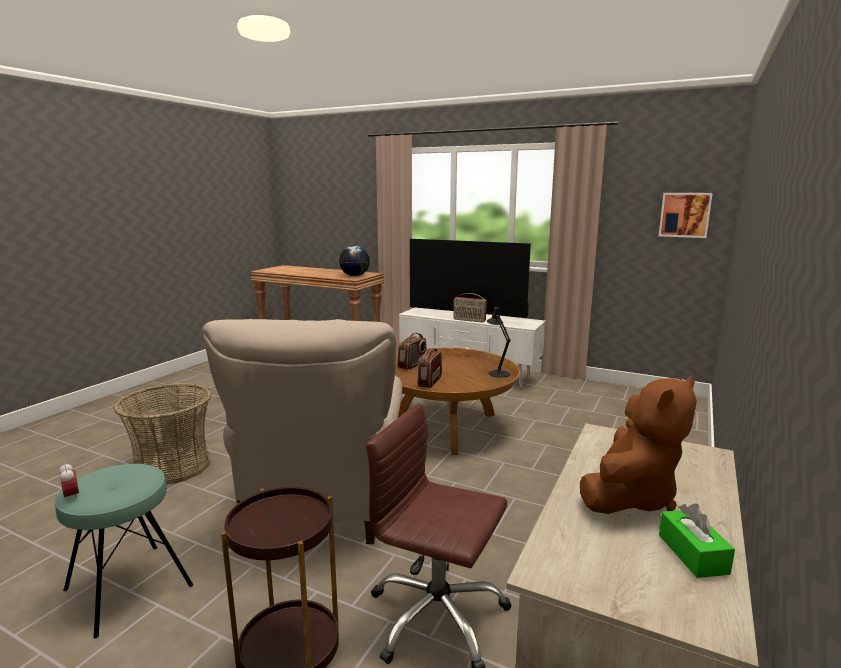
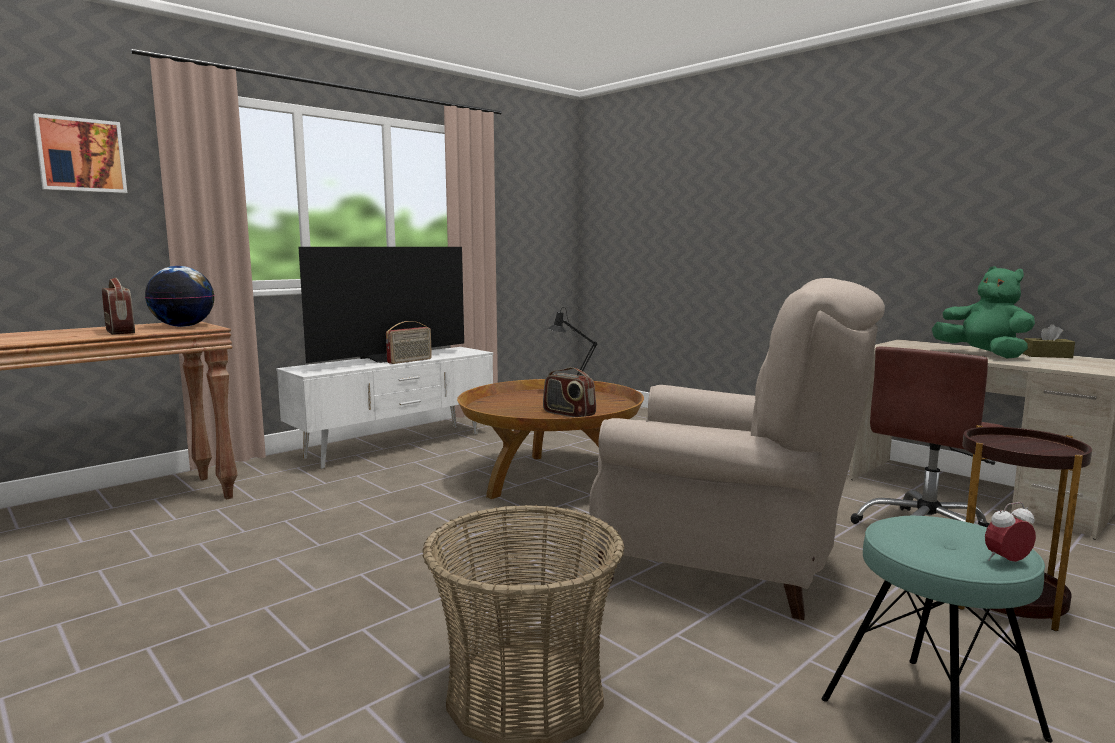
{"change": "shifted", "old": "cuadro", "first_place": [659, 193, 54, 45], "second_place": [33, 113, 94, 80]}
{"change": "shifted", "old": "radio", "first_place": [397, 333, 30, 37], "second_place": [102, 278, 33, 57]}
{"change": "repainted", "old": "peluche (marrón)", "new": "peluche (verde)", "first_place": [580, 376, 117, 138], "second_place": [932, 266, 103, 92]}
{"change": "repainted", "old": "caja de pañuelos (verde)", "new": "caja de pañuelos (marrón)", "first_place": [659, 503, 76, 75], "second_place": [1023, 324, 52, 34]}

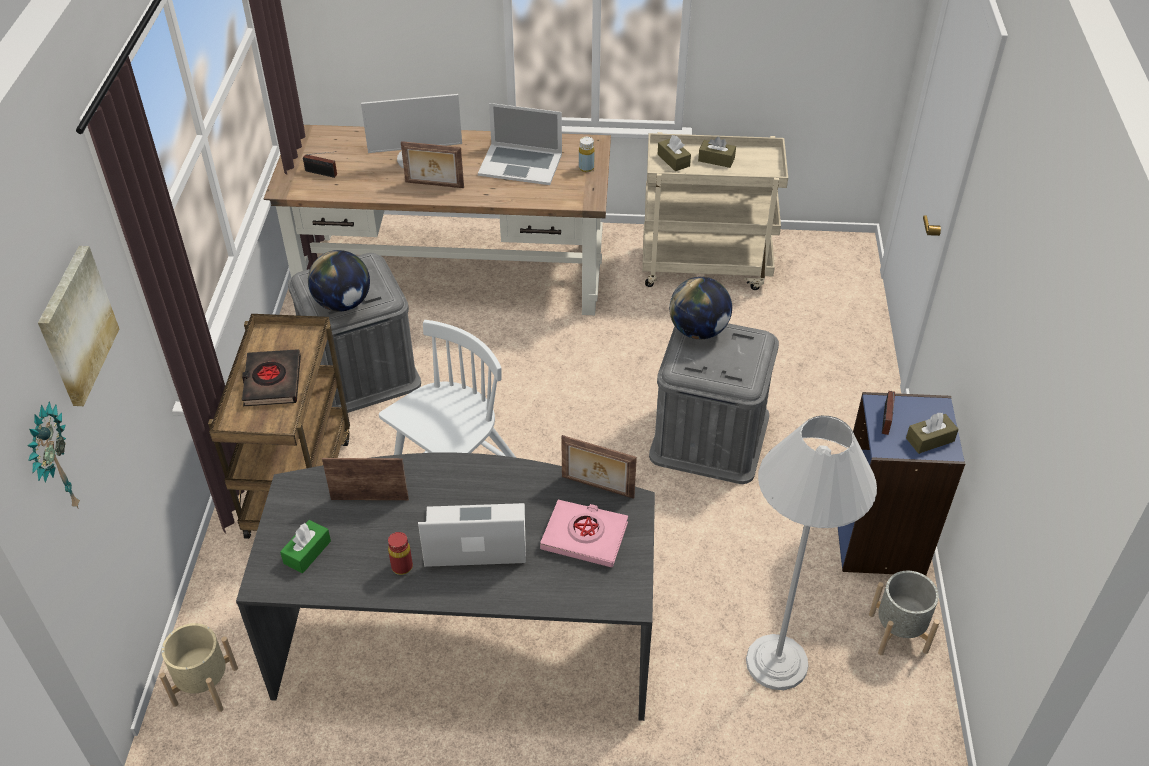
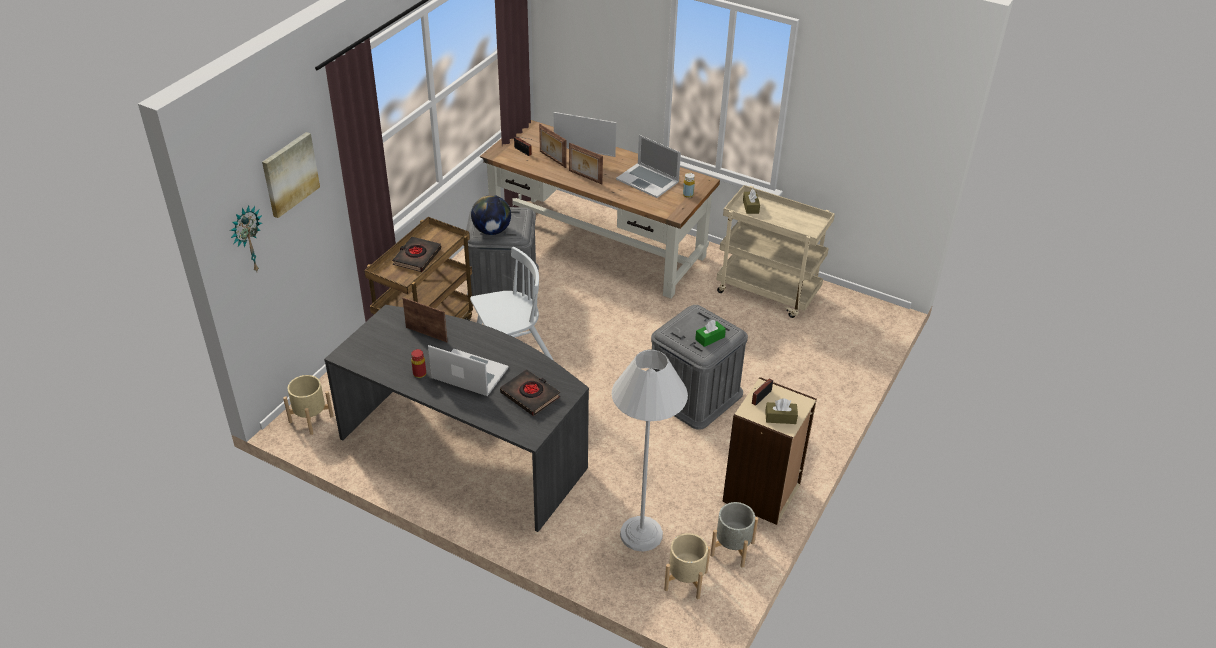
{"change": "gone", "old": "caja de pañuelos (marrón)", "first_place": [698, 136, 38, 32]}
{"change": "gone", "old": "globo terráqueo", "first_place": [669, 277, 63, 62]}
{"change": "repainted", "old": "estantería (azul)", "new": "estantería (beis)", "first_place": [838, 392, 127, 184], "second_place": [722, 377, 95, 148]}
{"change": "shifted", "old": "portarretratos", "first_place": [561, 435, 76, 64], "second_place": [539, 124, 28, 44]}
{"change": "repainted", "old": "libro (rosa)", "new": "libro (negro)", "first_place": [540, 500, 88, 68], "second_place": [500, 370, 60, 46]}
{"change": "shifted", "old": "caja de pañuelos (verde)", "first_place": [280, 520, 51, 53], "second_place": [695, 320, 31, 27]}
{"change": "new", "new": "maceta (beis)", "second_place": [664, 533, 46, 66]}

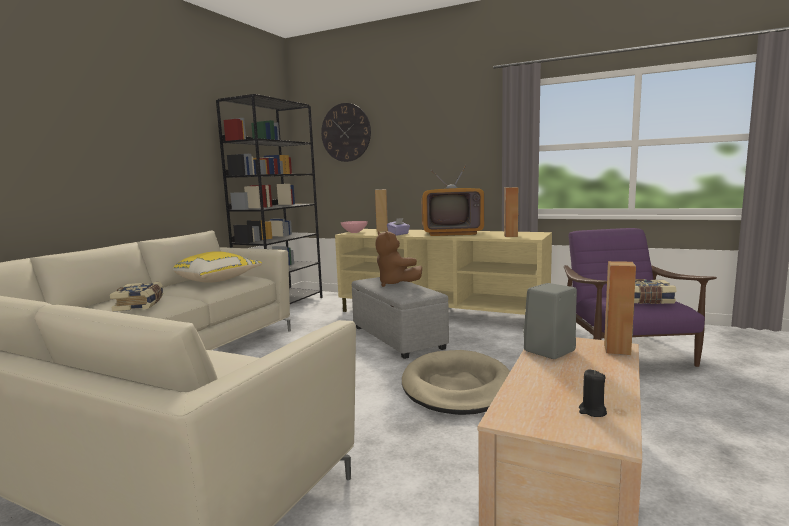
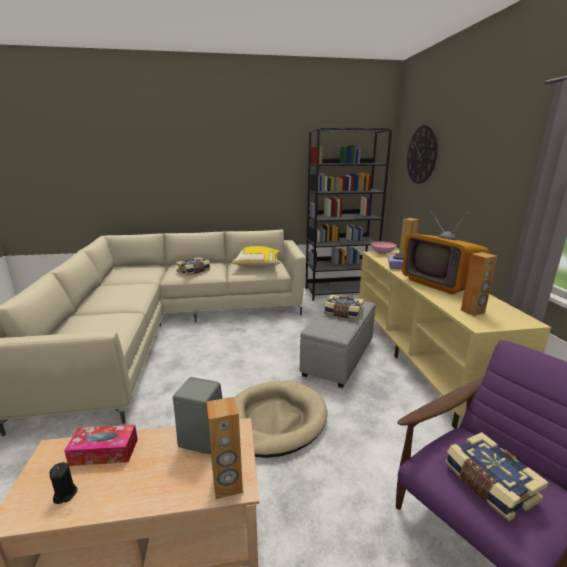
{"change": "swapped", "old": "peluche (marrón)", "new": "libro", "first_place": [375, 231, 47, 56], "second_place": [324, 295, 40, 25]}
{"change": "new", "new": "caja de pañuelos", "second_place": [64, 425, 74, 41]}

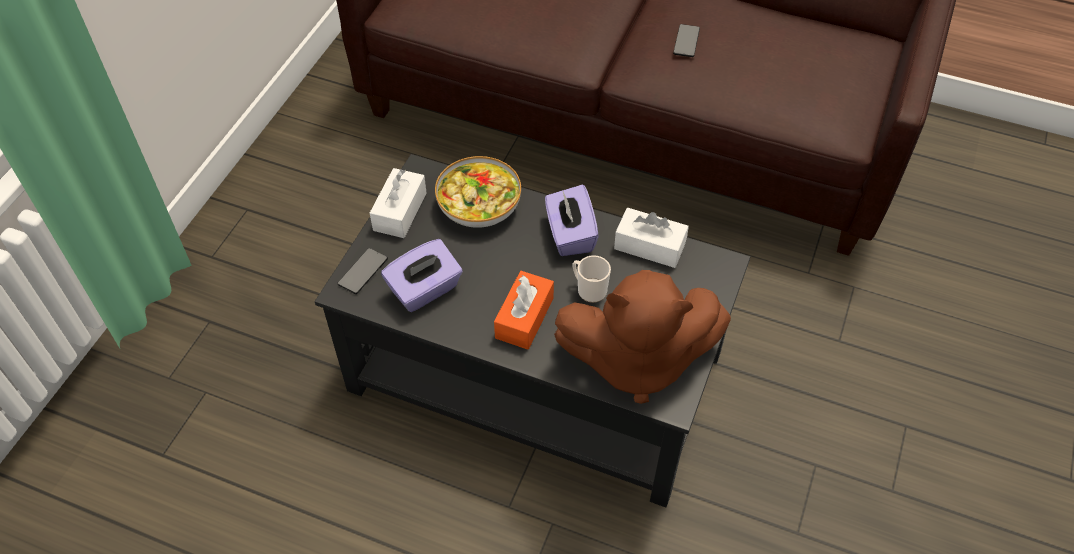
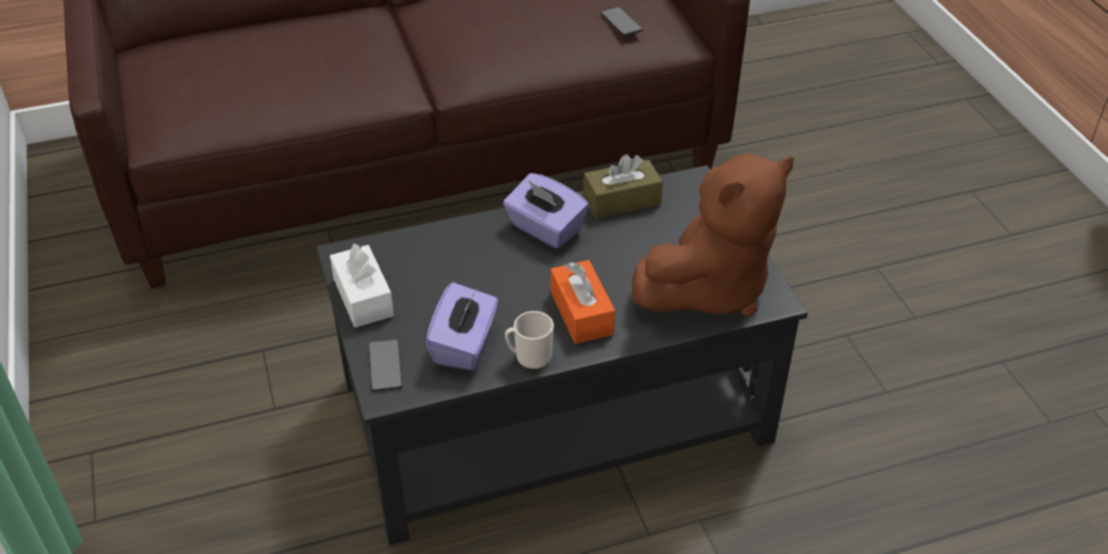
{"change": "shifted", "old": "móvil", "first_place": [673, 24, 27, 33], "second_place": [601, 7, 42, 29]}
{"change": "gone", "old": "cuenco", "first_place": [435, 156, 86, 72]}
{"change": "repainted", "old": "caja de pañuelos (blanco)", "new": "caja de pañuelos (marrón)", "first_place": [614, 208, 75, 60], "second_place": [583, 154, 80, 65]}
{"change": "shifted", "old": "taza grande", "first_place": [573, 255, 38, 48], "second_place": [505, 311, 49, 58]}

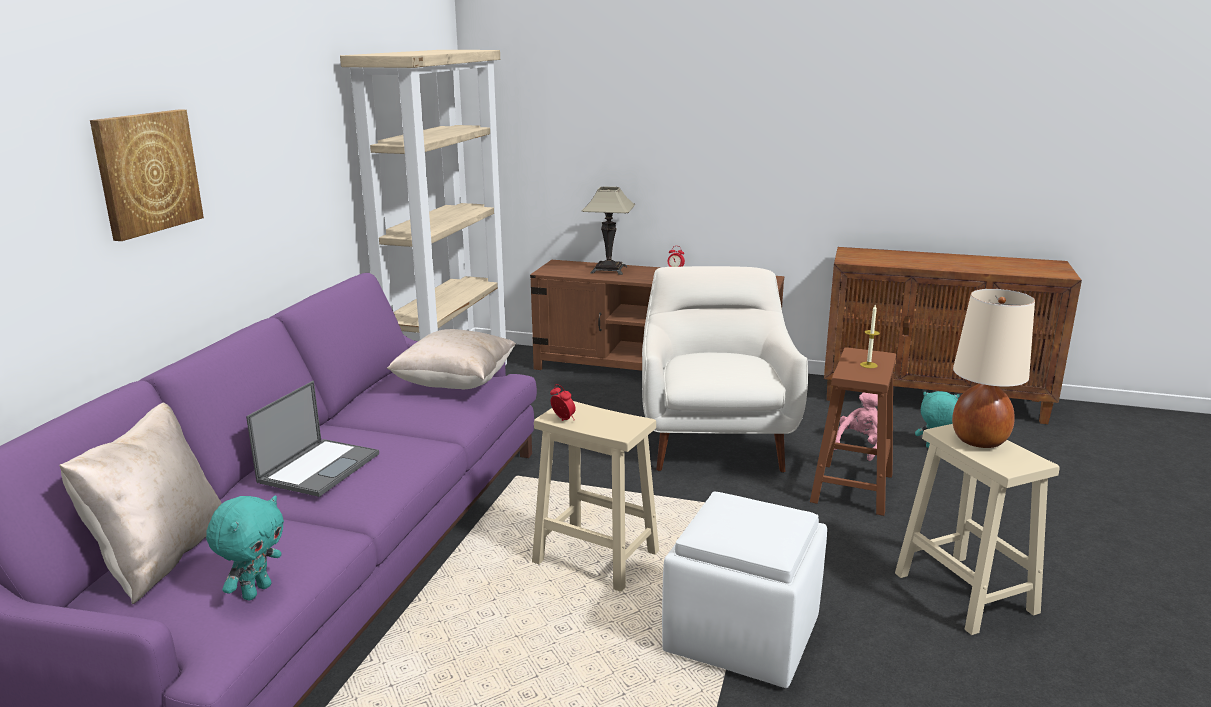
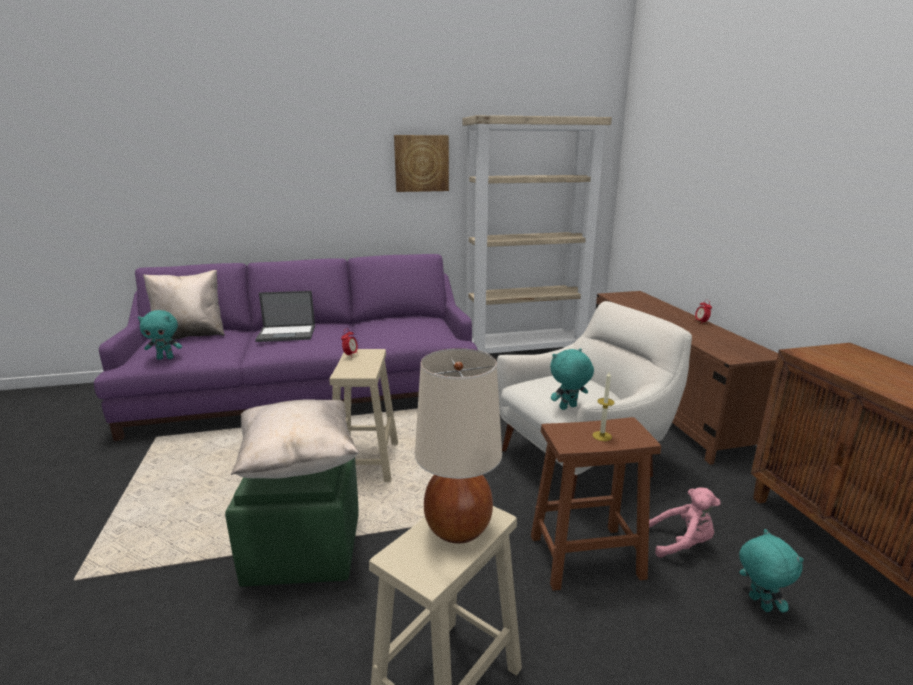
{"change": "shifted", "old": "cuadro", "first_place": [90, 109, 114, 132], "second_place": [394, 135, 55, 57]}
{"change": "gone", "old": "lámpara de mesa", "first_place": [582, 187, 53, 88]}
{"change": "shifted", "old": "cojín (beis)", "first_place": [387, 329, 129, 60], "second_place": [231, 399, 128, 80]}
{"change": "repainted", "old": "puf (blanco)", "new": "puf (verde)", "first_place": [662, 492, 165, 196], "second_place": [225, 458, 134, 129]}
{"change": "new", "new": "peluche (turquesa)", "second_place": [550, 348, 44, 62]}

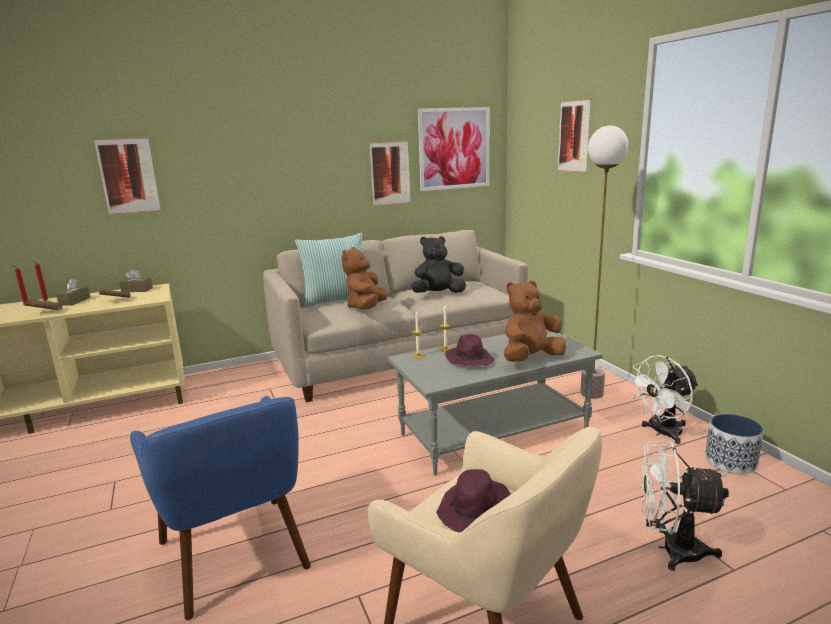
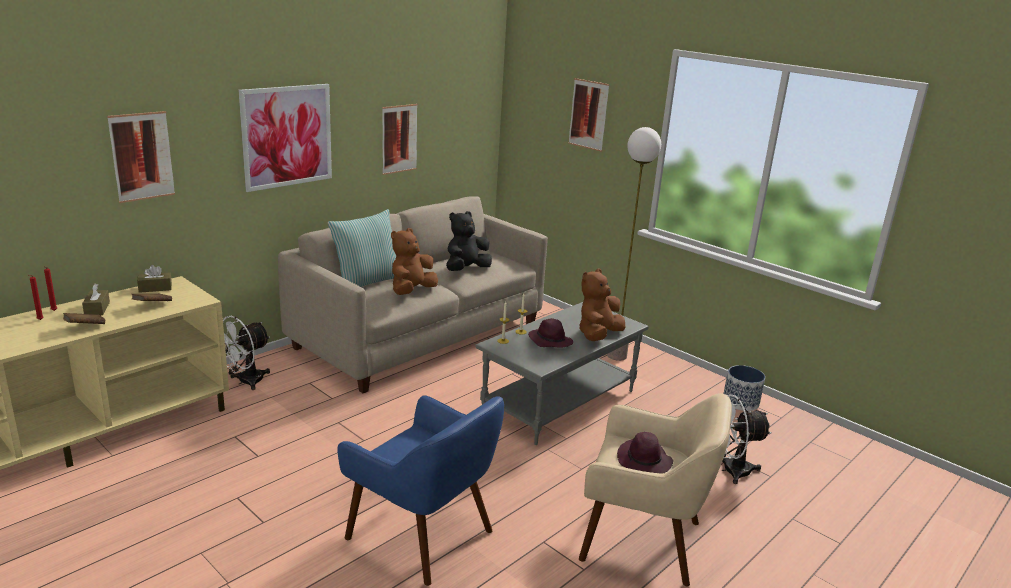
{"change": "shifted", "old": "cuadro", "first_place": [418, 107, 72, 84], "second_place": [238, 84, 94, 108]}
{"change": "rotated", "old": "peluche (marrón)", "first_place": [342, 247, 45, 63], "second_place": [391, 228, 47, 67], "degrees": 45}
{"change": "shifted", "old": "ventilador (blanco)", "first_place": [628, 355, 71, 89], "second_place": [223, 316, 47, 74]}

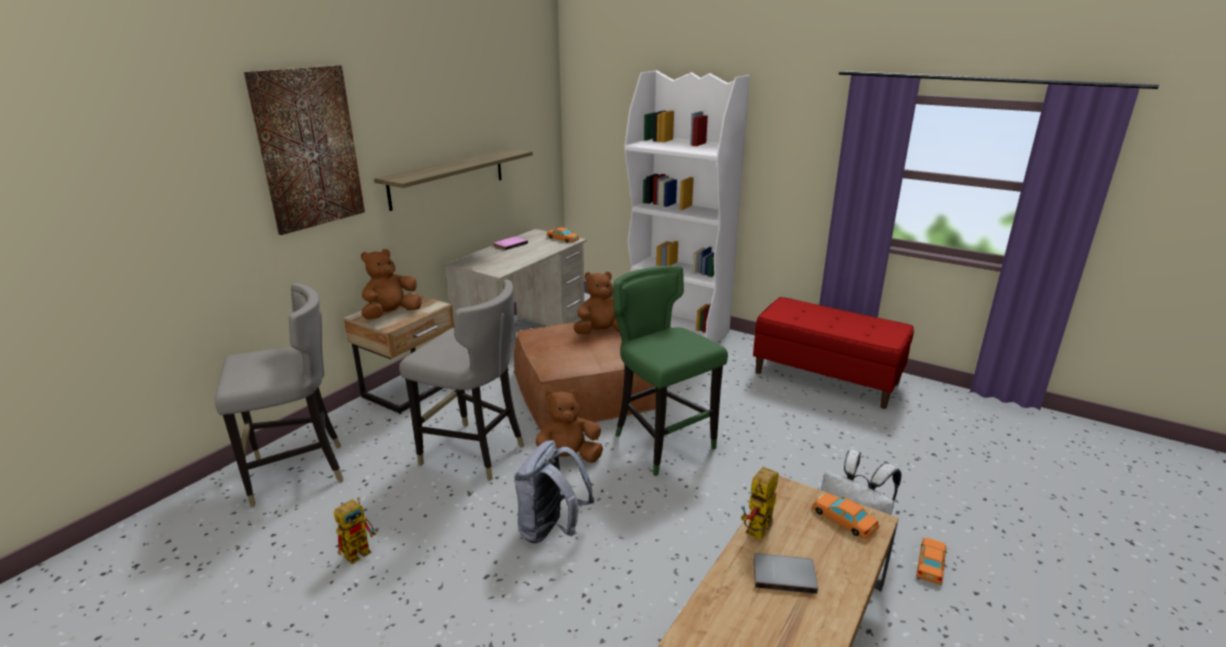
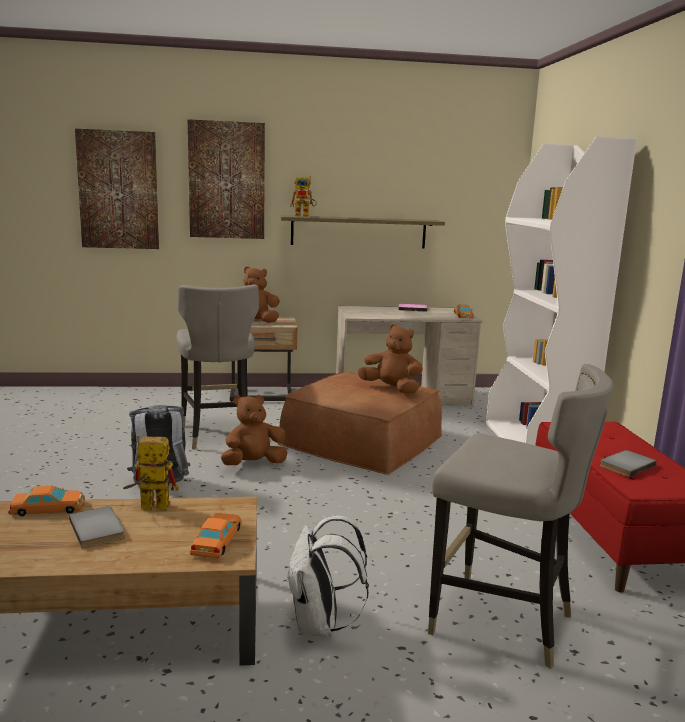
{"change": "gone", "old": "taburete (verde)", "first_place": [613, 265, 115, 211]}
{"change": "shifted", "old": "taburete (gris)", "first_place": [215, 283, 129, 224], "second_place": [428, 364, 185, 305]}
{"change": "rotated", "old": "peluche (marrón)", "first_place": [536, 390, 67, 73], "second_place": [221, 395, 67, 70], "degrees": -60}
{"change": "shifted", "old": "robot de juguete", "first_place": [334, 497, 42, 67], "second_place": [290, 176, 27, 41]}
{"change": "shifted", "old": "coche de juguete (naranja)", "first_place": [916, 538, 32, 47], "second_place": [8, 486, 77, 30]}
{"change": "new", "new": "cuadro", "second_place": [75, 129, 84, 120]}
{"change": "new", "new": "libro (gris)", "second_place": [600, 450, 57, 27]}

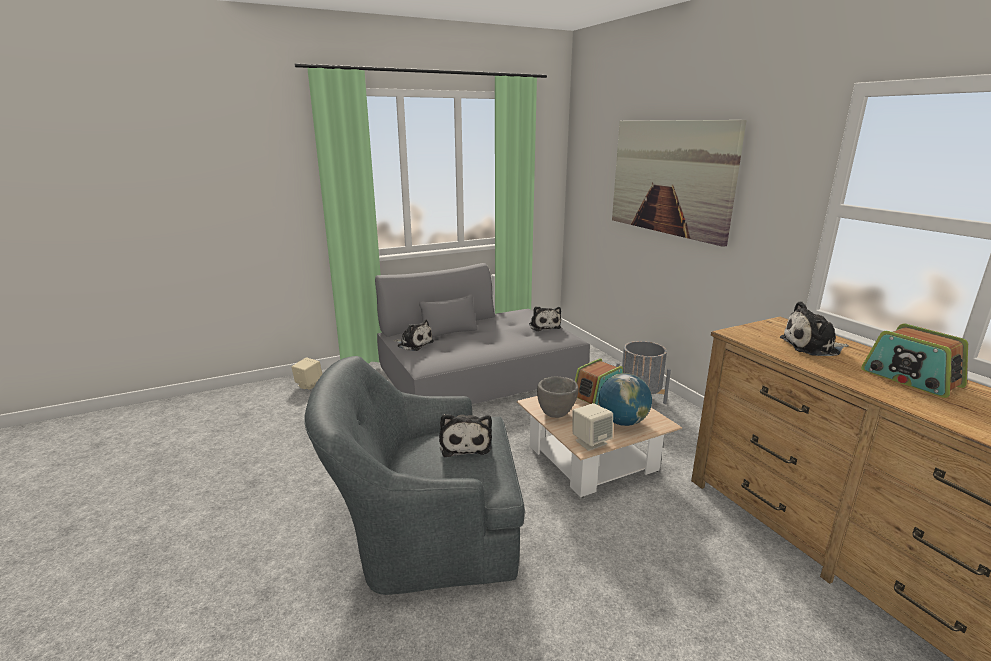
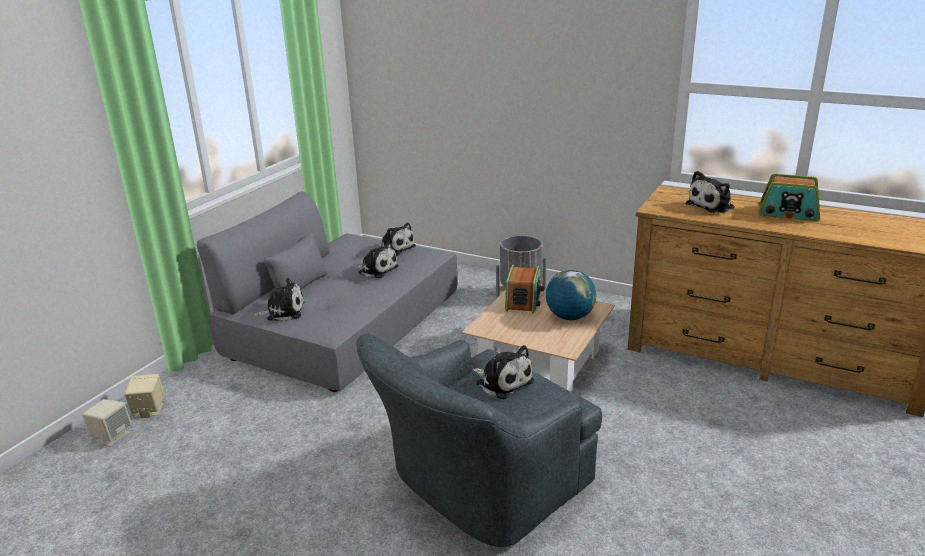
{"change": "gone", "old": "cuadro", "first_place": [612, 120, 135, 127]}
{"change": "gone", "old": "cuenco (gris)", "first_place": [537, 377, 42, 41]}
{"change": "shifted", "old": "altavoz (beis)", "first_place": [573, 403, 40, 48], "second_place": [82, 399, 50, 48]}
{"change": "new", "new": "peluche", "second_place": [353, 242, 46, 36]}

